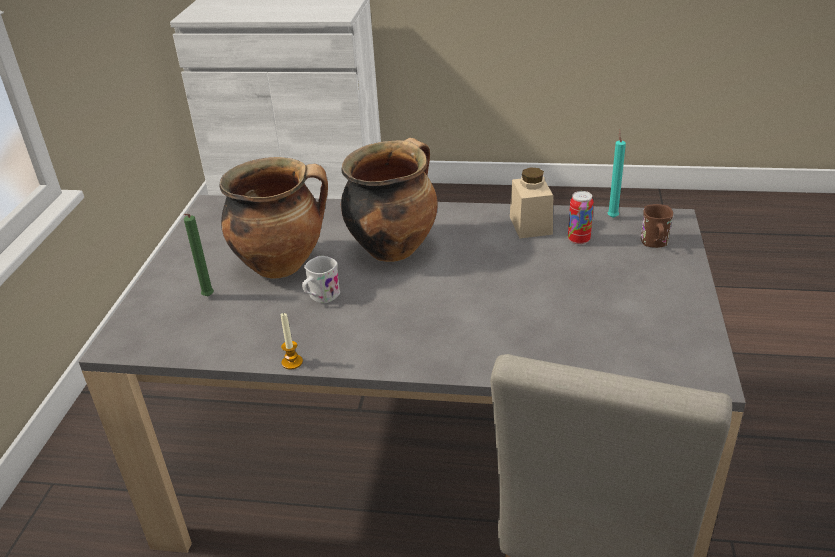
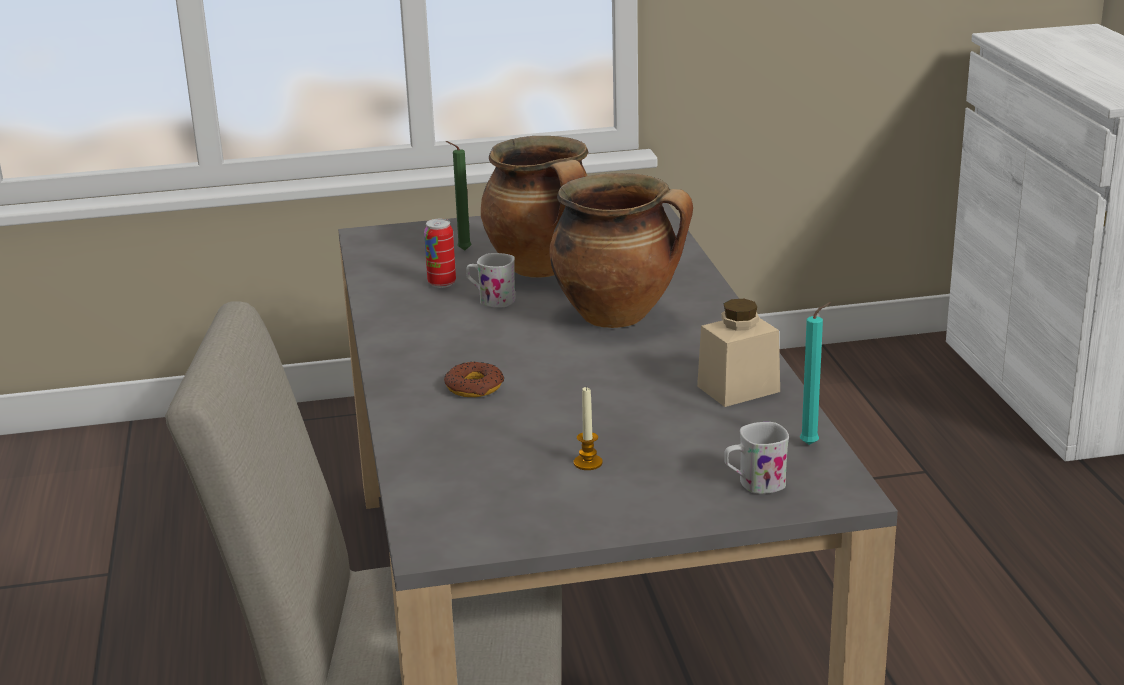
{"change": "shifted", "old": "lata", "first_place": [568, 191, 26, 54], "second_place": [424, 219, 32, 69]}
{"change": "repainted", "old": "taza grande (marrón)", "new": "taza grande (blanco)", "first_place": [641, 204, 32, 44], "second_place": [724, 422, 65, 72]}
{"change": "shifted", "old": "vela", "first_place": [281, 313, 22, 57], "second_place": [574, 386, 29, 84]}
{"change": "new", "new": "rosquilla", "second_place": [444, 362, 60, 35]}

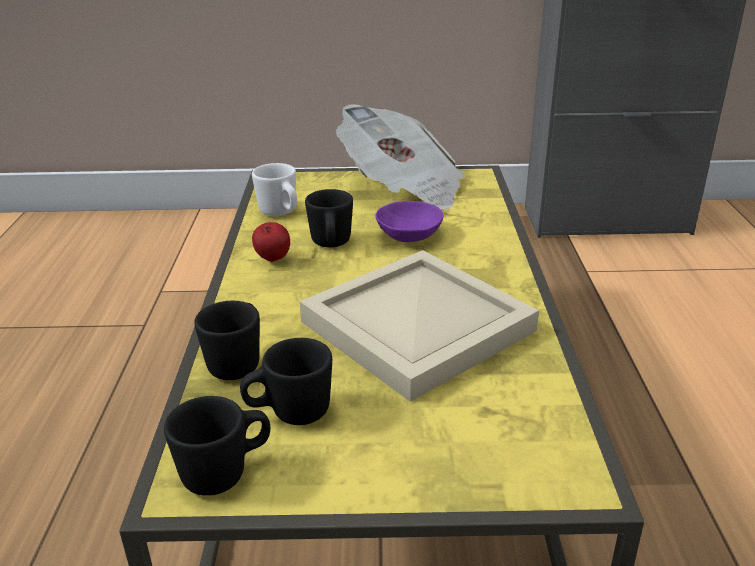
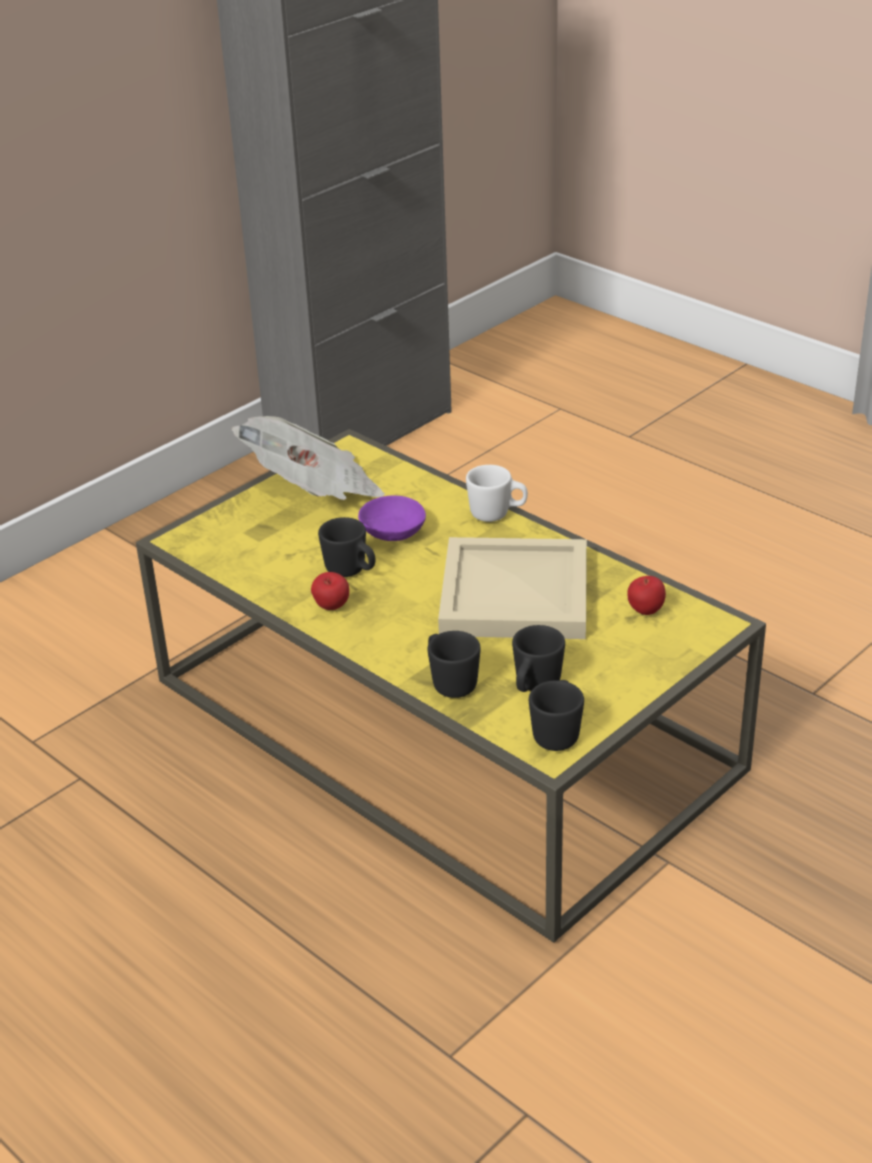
{"change": "shifted", "old": "taza grande (blanco)", "first_place": [252, 163, 45, 53], "second_place": [466, 465, 62, 57]}
{"change": "new", "new": "manzana", "second_place": [627, 576, 39, 39]}

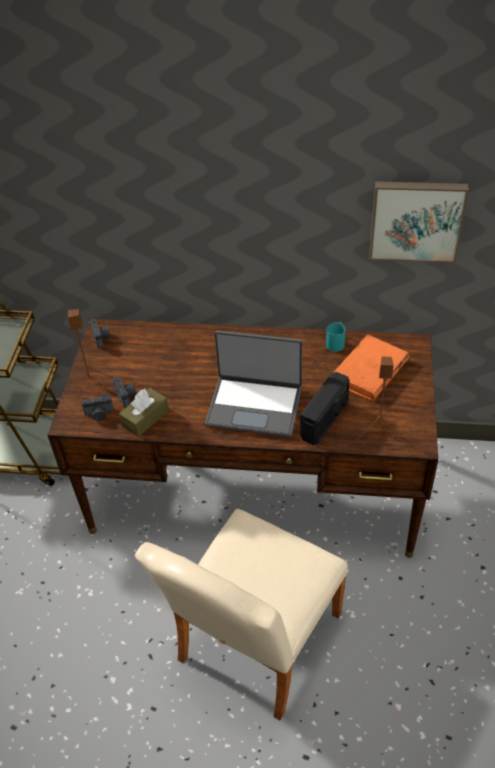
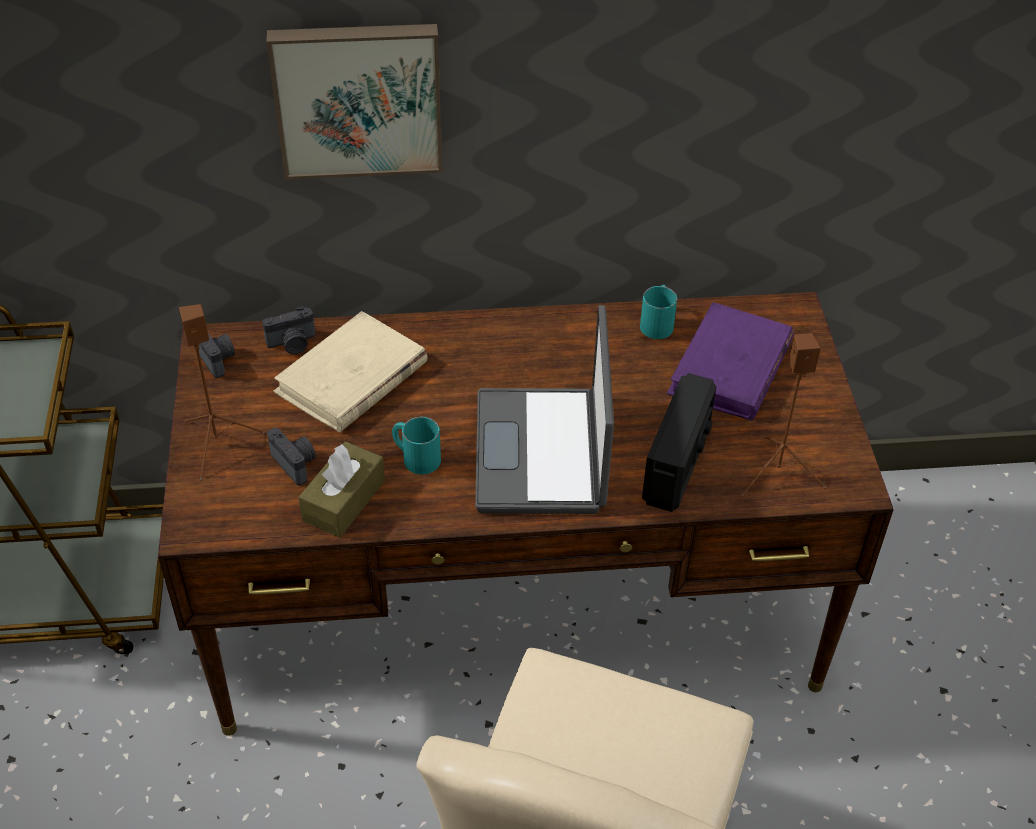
{"change": "shifted", "old": "cuadro", "first_place": [369, 181, 100, 82], "second_place": [266, 24, 176, 156]}
{"change": "rotated", "old": "portátil", "first_place": [205, 330, 97, 107], "second_place": [475, 305, 139, 209], "degrees": 90}
{"change": "repainted", "old": "libro (naranja)", "new": "libro (morado)", "first_place": [333, 334, 76, 67], "second_place": [667, 302, 127, 119]}
{"change": "shifted", "old": "cámara", "first_place": [82, 394, 31, 27], "second_place": [262, 306, 54, 48]}
{"change": "new", "new": "libro (beis)", "second_place": [273, 311, 155, 122]}
{"change": "new", "new": "taza grande (turquesa)", "second_place": [392, 417, 49, 57]}

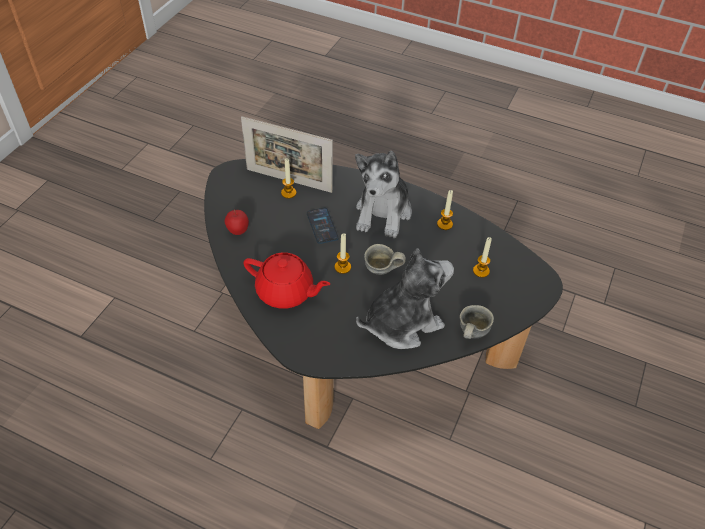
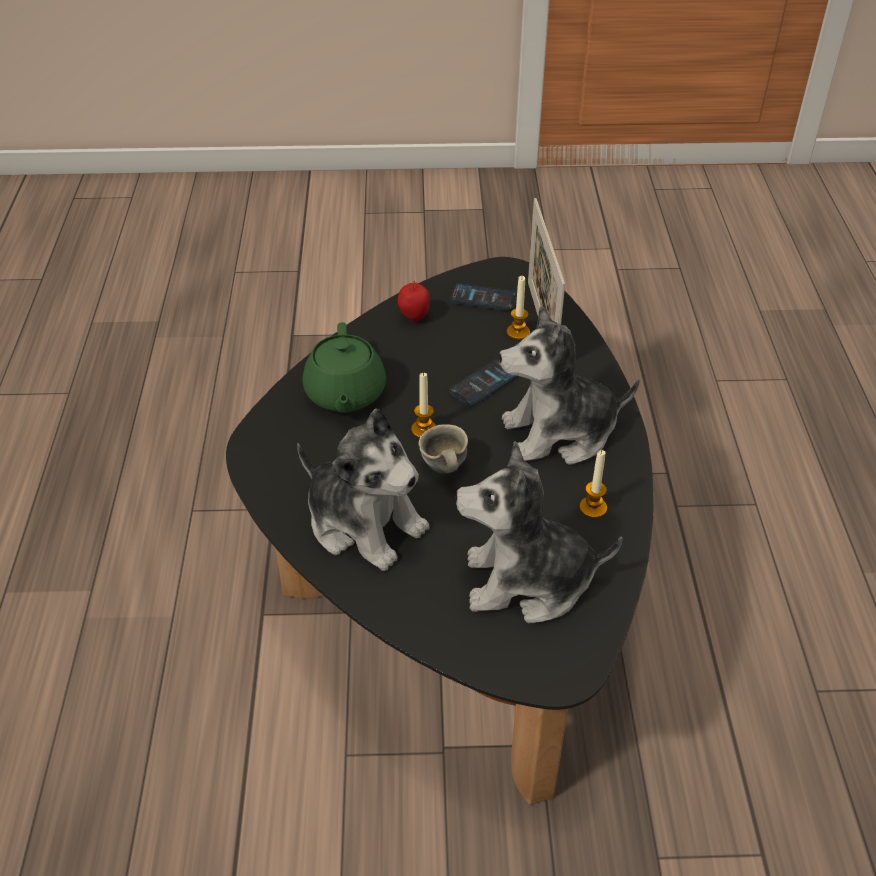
{"change": "swapped", "old": "vela", "new": "peluche", "first_place": [473, 237, 19, 41], "second_place": [456, 441, 167, 182]}
{"change": "repainted", "old": "tetera (rojo)", "new": "tetera (verde)", "first_place": [243, 253, 87, 56], "second_place": [302, 322, 84, 91]}
{"change": "gone", "old": "taza grande (gris)", "first_place": [460, 305, 34, 34]}
{"change": "new", "new": "móvil", "second_place": [450, 283, 67, 28]}

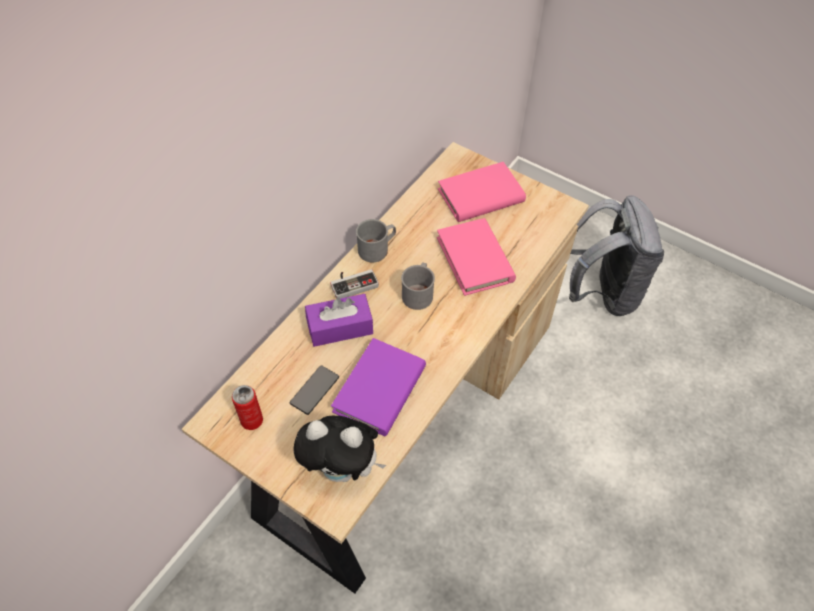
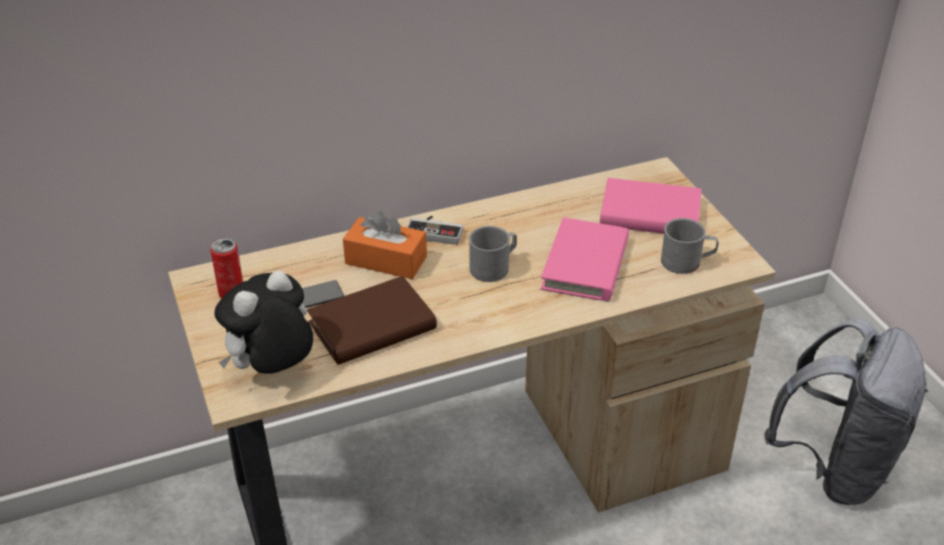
{"change": "shifted", "old": "taza grande (gris)", "first_place": [356, 219, 40, 43], "second_place": [661, 218, 58, 56]}
{"change": "repainted", "old": "caja de pañuelos (morado)", "new": "caja de pañuelos (naranja)", "first_place": [305, 294, 68, 53], "second_place": [343, 211, 84, 68]}
{"change": "repainted", "old": "libro (morado)", "new": "libro (marrón)", "first_place": [331, 338, 95, 98], "second_place": [307, 276, 130, 89]}
{"change": "rotated", "old": "peluche", "first_place": [293, 416, 93, 66], "second_place": [214, 270, 99, 104], "degrees": 90}

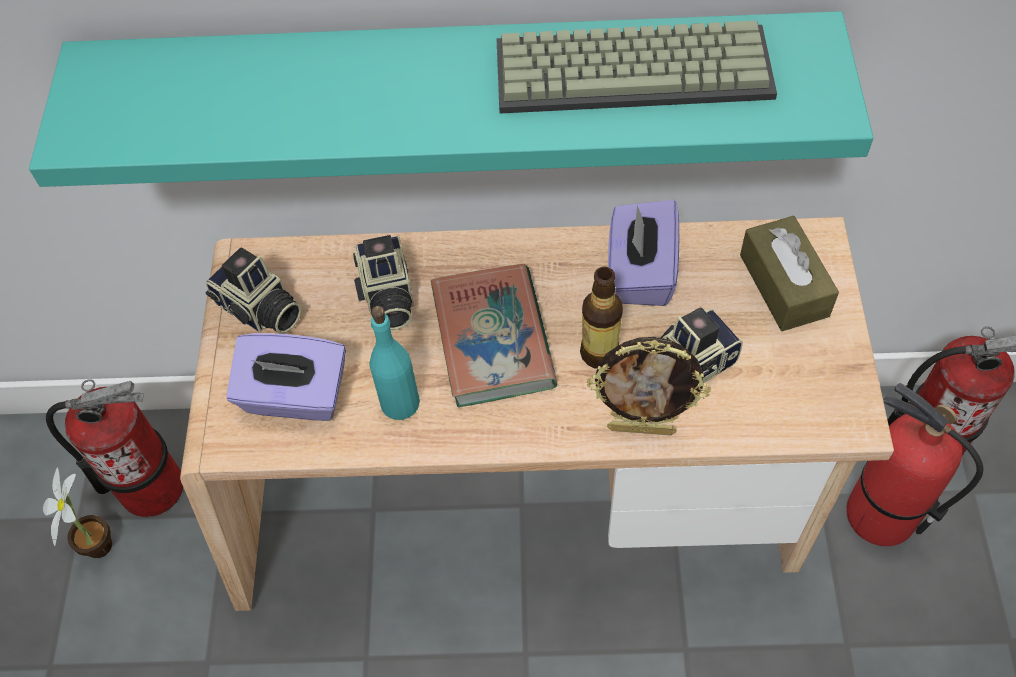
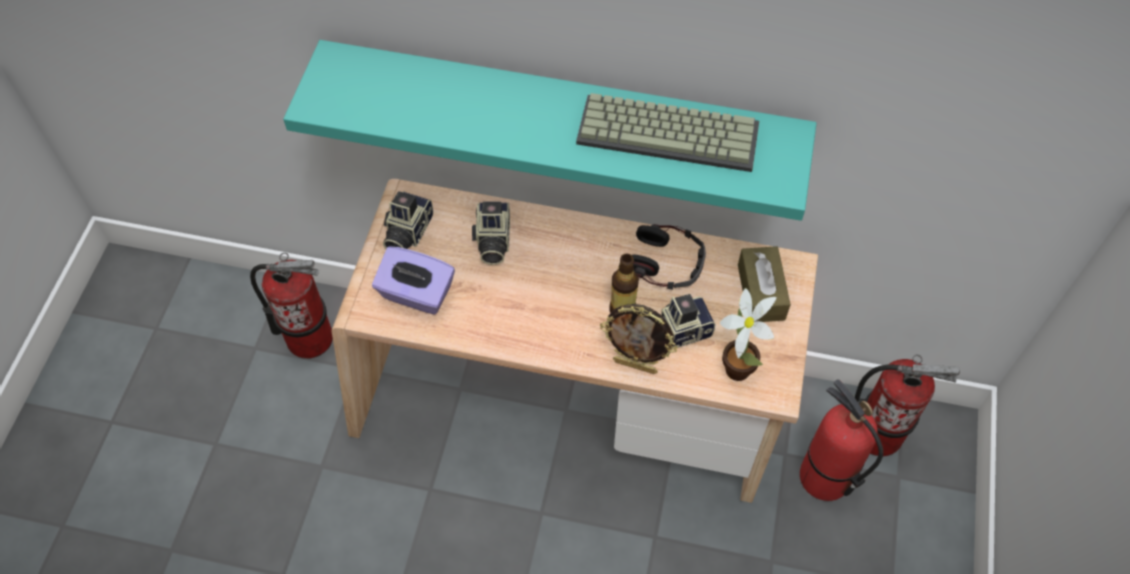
{"change": "swapped", "old": "caja de pañuelos (morado)", "new": "auriculares", "first_place": [608, 200, 71, 106], "second_place": [632, 224, 74, 66]}
{"change": "rotated", "old": "cámara", "first_place": [205, 247, 97, 87], "second_place": [383, 191, 50, 58], "degrees": 60}
{"change": "gone", "old": "libro", "first_place": [431, 264, 126, 143]}
{"change": "gone", "old": "botella (turquesa)", "first_place": [369, 306, 51, 114]}
{"change": "shifted", "old": "planta en maceta", "first_place": [43, 467, 69, 91], "second_place": [720, 288, 56, 93]}

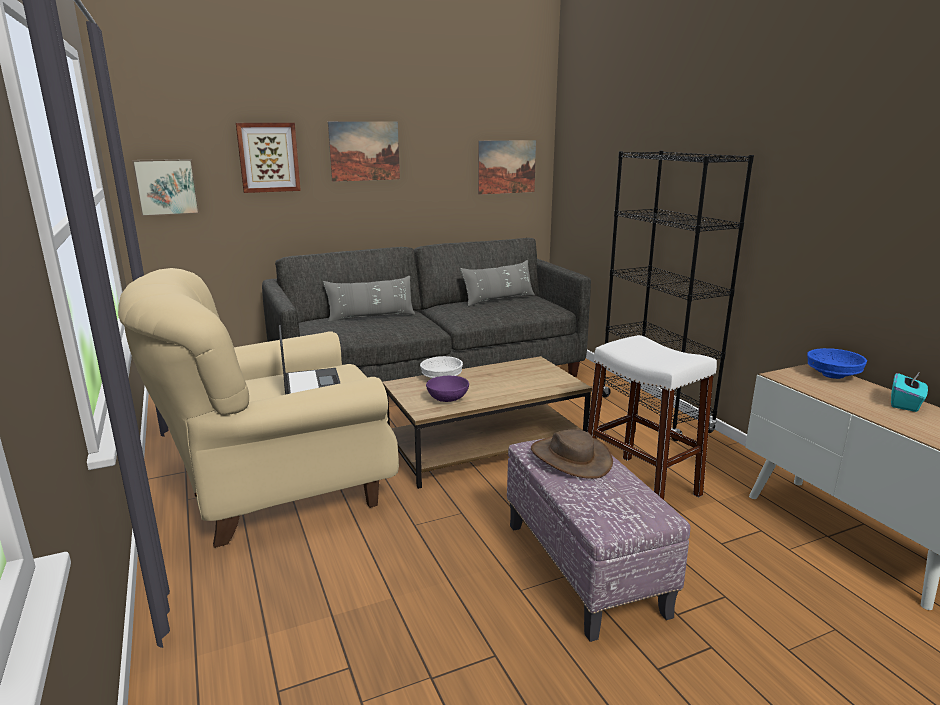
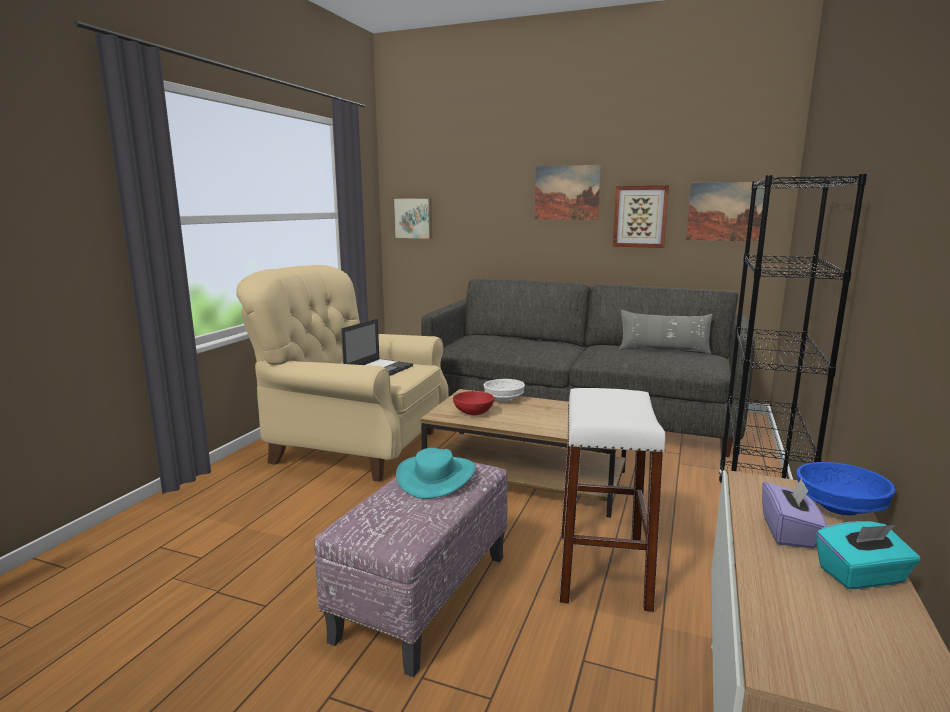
{"change": "shifted", "old": "cuadro", "first_place": [236, 123, 65, 70], "second_place": [613, 185, 56, 63]}
{"change": "gone", "old": "cojín (gris)", "first_place": [323, 276, 92, 45]}
{"change": "repainted", "old": "cuenco (morado)", "new": "cuenco (rojo)", "first_place": [426, 375, 43, 27], "second_place": [453, 391, 41, 24]}
{"change": "repainted", "old": "sombrero (marrón)", "new": "sombrero (turquesa)", "first_place": [531, 429, 82, 50], "second_place": [396, 448, 80, 51]}
{"change": "new", "new": "caja de pañuelos (morado)", "second_place": [762, 478, 65, 71]}

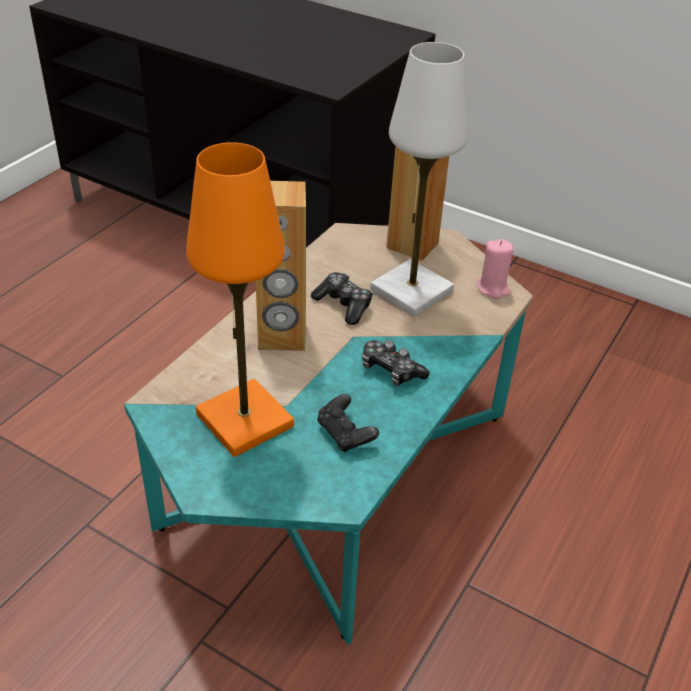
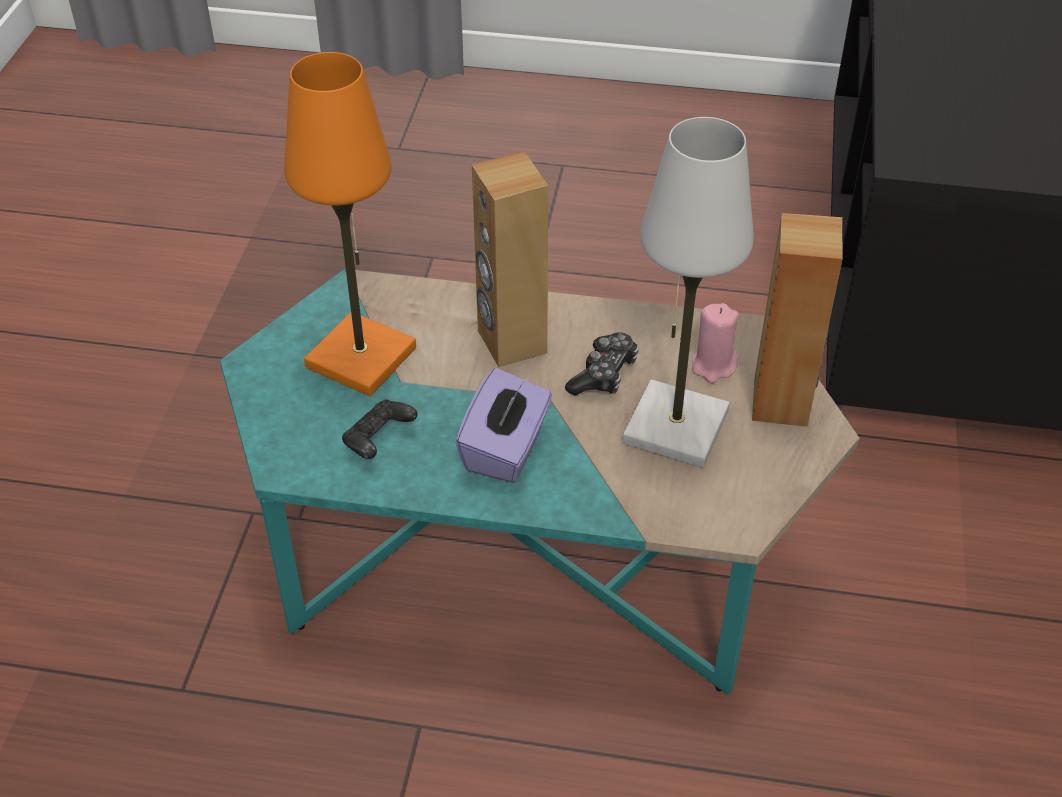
{"change": "shifted", "old": "vela (rosa)", "first_place": [477, 239, 37, 59], "second_place": [692, 303, 47, 80]}
{"change": "swapped", "old": "mando de consola", "new": "caja de pañuelos (morado)", "first_place": [362, 340, 68, 46], "second_place": [456, 368, 96, 115]}

